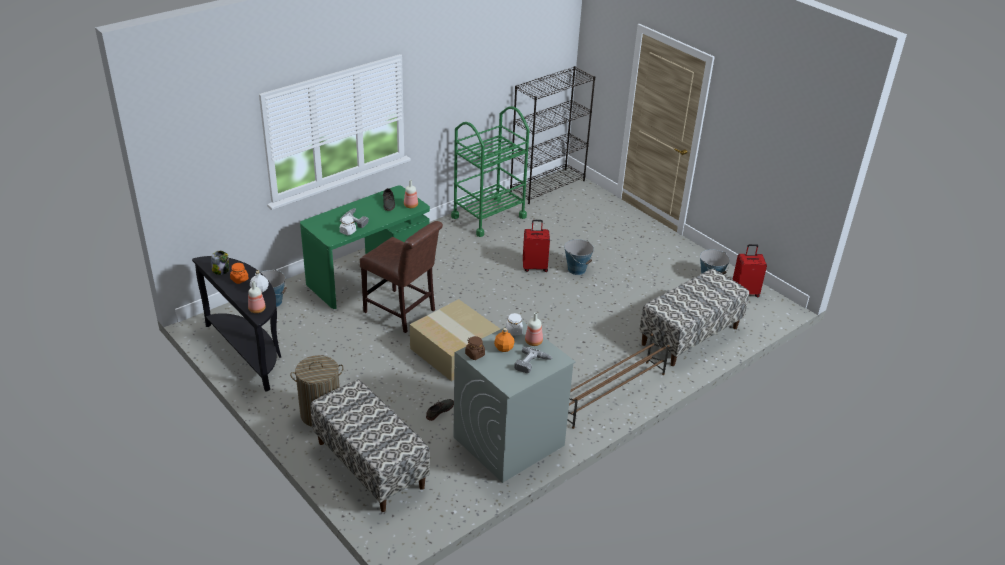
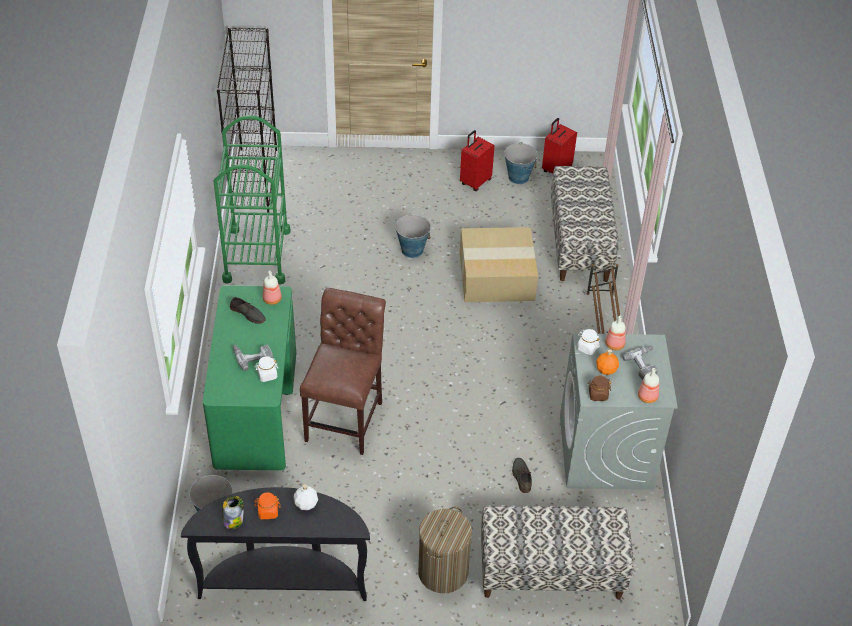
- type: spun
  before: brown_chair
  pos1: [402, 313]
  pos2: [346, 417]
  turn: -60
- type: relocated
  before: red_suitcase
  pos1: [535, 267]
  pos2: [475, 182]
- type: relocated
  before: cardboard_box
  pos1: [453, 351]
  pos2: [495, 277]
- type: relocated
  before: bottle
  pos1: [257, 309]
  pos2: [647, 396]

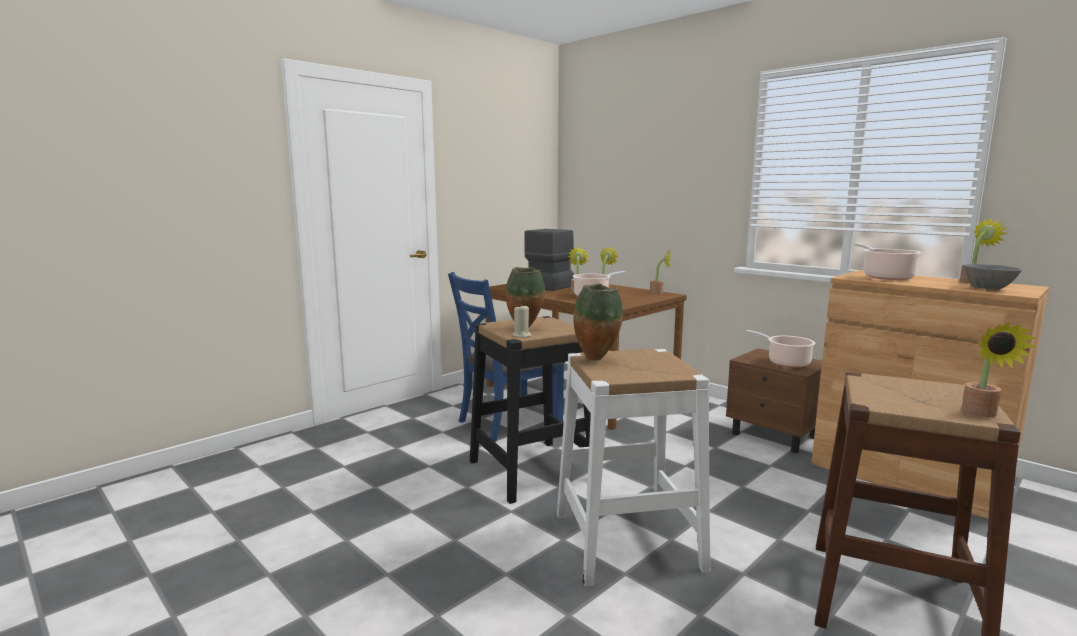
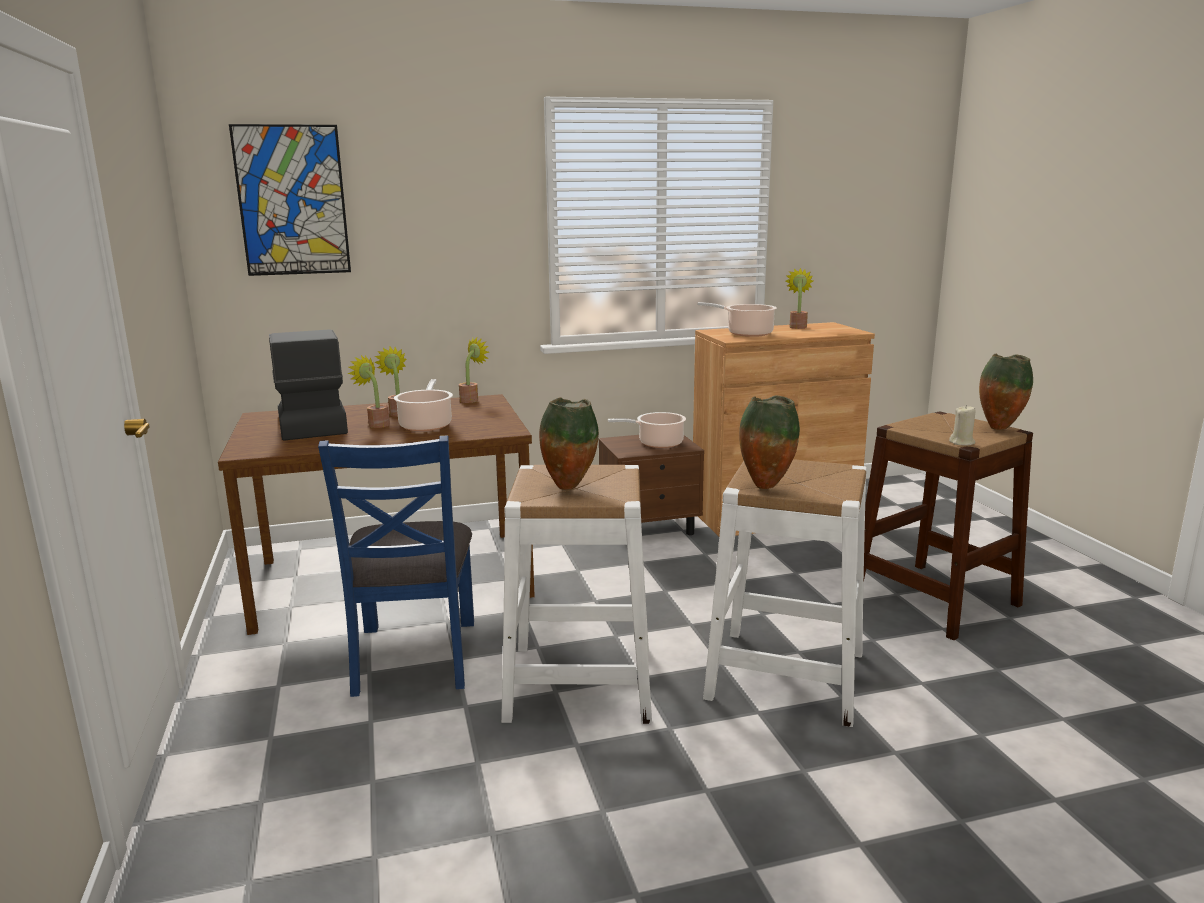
- type: appeared
  after: picture
  pos2: [292, 201]
- type: colour
  before: black_stool
  after: white_stool
  pos1: [532, 470]
  pos2: [580, 682]
- type: relocated
  before: beige_candle
  pos1: [522, 335]
  pos2: [962, 443]
- type: exchanged
  before: potted_plant
  after: vase
  pos1: [982, 414]
  pos2: [999, 428]
- type: missing
  before: grey_bowl
  pos1: [989, 288]

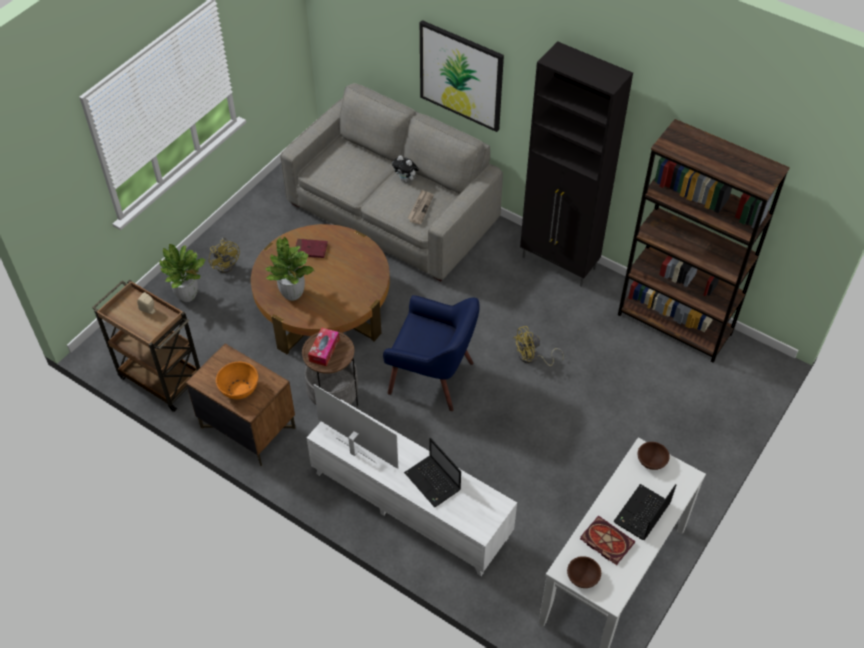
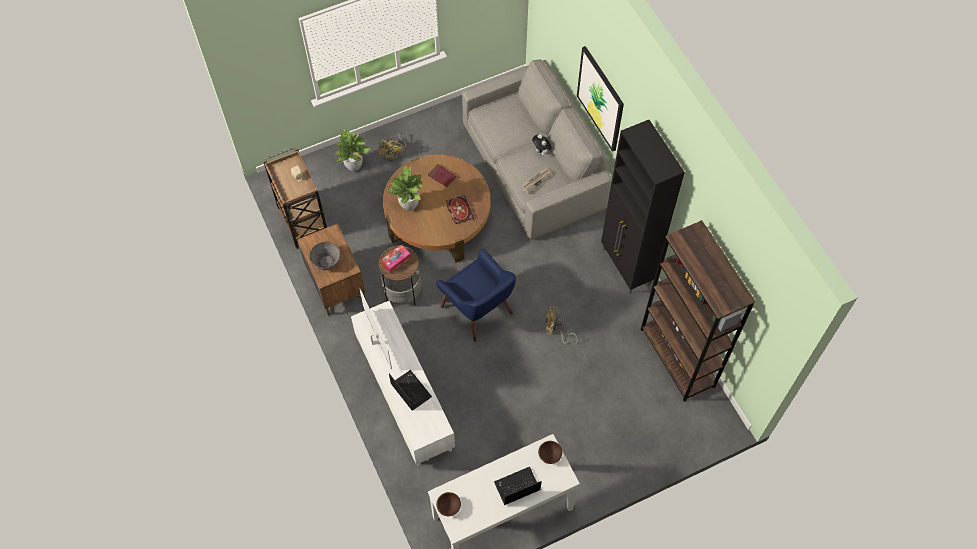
- type: colour
  before: orange_bowl
  after: grey_bowl
  pos1: [239, 389]
  pos2: [326, 261]
- type: spun
  before: laptop
  pos1: [433, 482]
  pos2: [410, 390]
  turn: 150
- type: relocated
  before: book
  pos1: [605, 541]
  pos2: [458, 210]

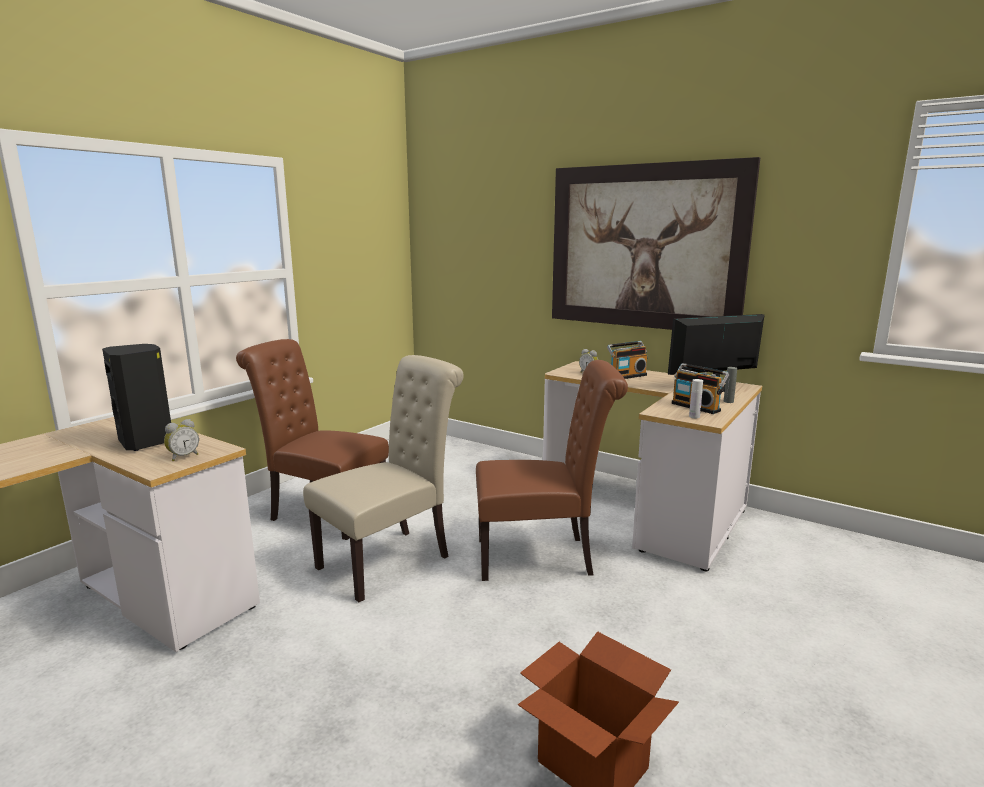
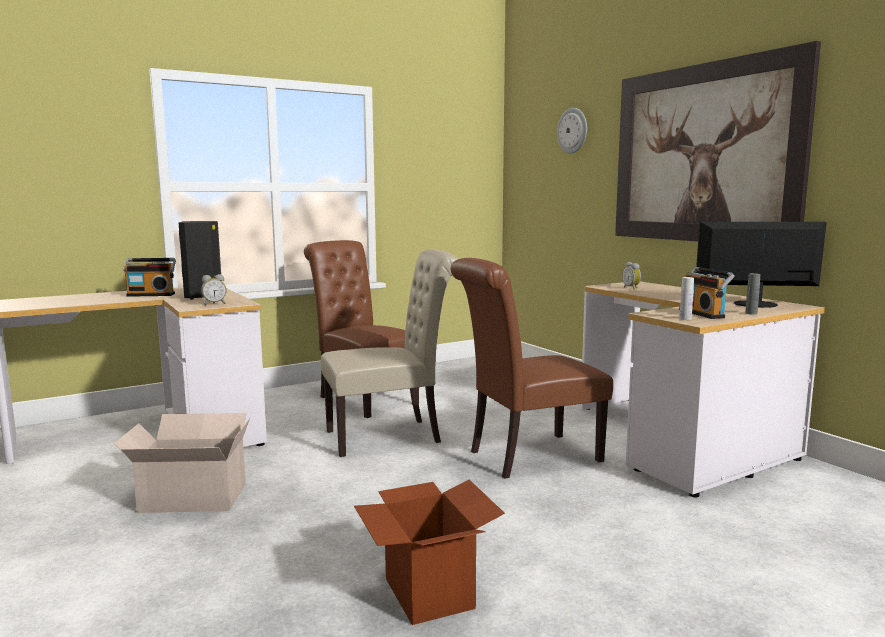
- type: appeared
  after: cardboard_box
  pos2: [190, 497]
- type: relocated
  before: radio
  pos1: [626, 376]
  pos2: [151, 295]
- type: spun
  before: brown_chair
  pos1: [542, 557]
  pos2: [527, 457]
  turn: 135
- type: appeared
  after: wall_clock
  pos2: [572, 130]

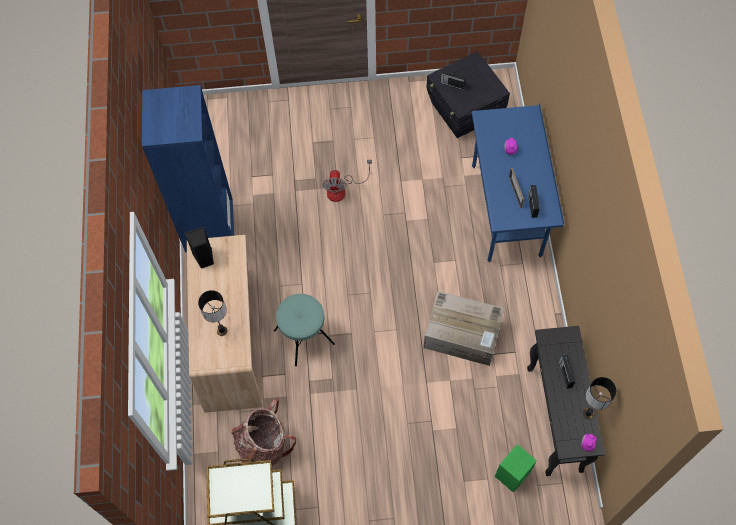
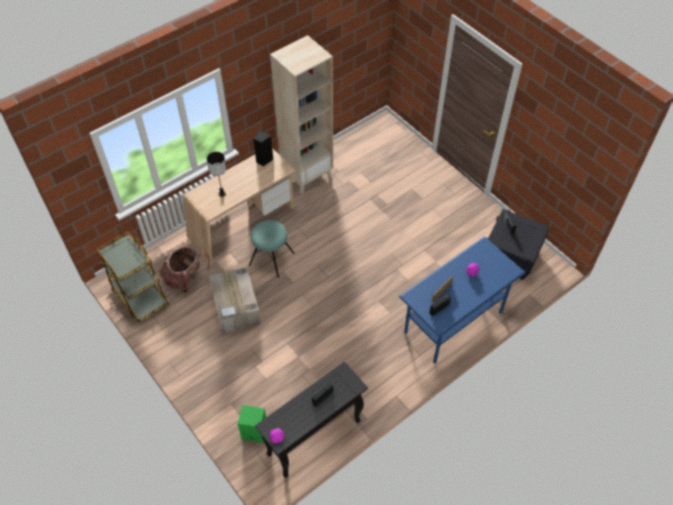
- type: relocated
  before: cardboard_box
  pos1: [463, 334]
  pos2: [236, 307]
- type: colour
  before: blue_bookcase
  after: beige_bookcase
  pos1: [211, 233]
  pos2: [307, 175]
- type: missing
  before: fan
  pos1: [342, 189]
- type: missing
  before: table_lamp
  pos1: [587, 414]

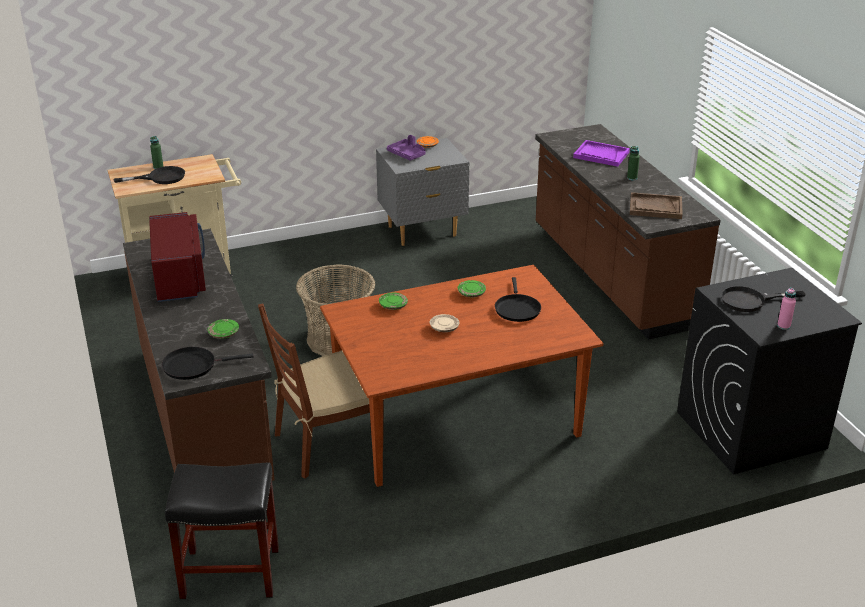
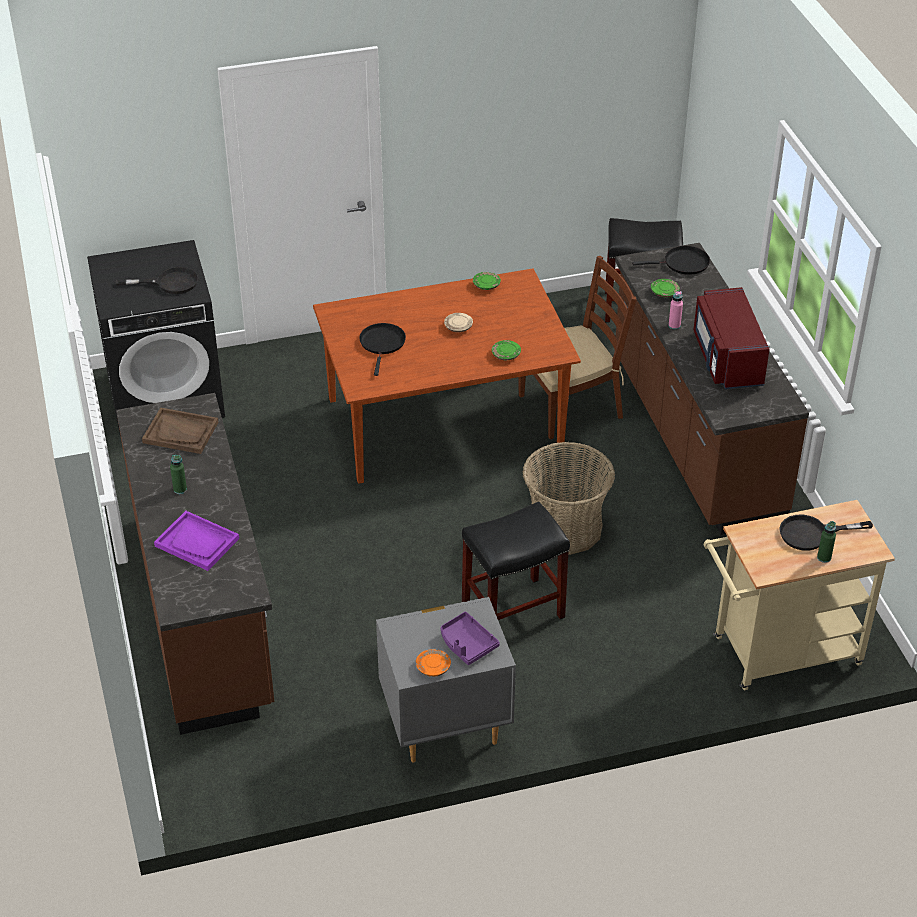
- type: appeared
  after: black_stool
  pos2: [512, 611]
- type: relocated
  before: green_plate
  pos1: [471, 293]
  pos2: [486, 285]
- type: relocated
  before: pink_bottle
  pos1: [783, 326]
  pos2: [674, 325]

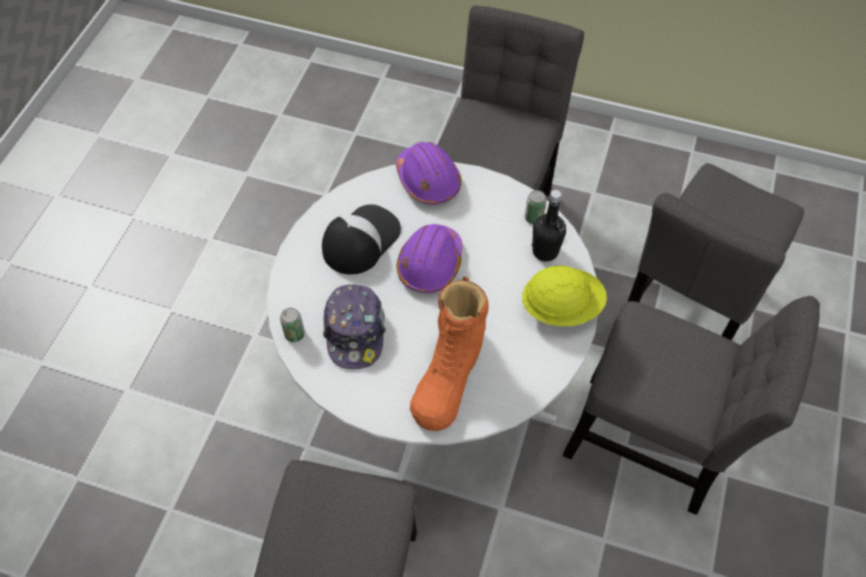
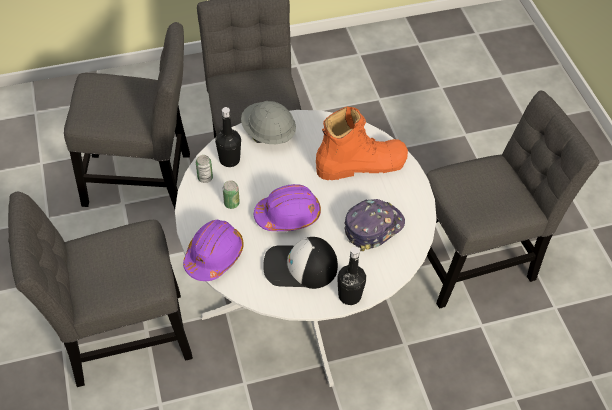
- type: relocated
  before: can
  pos1: [295, 334]
  pos2: [231, 203]
- type: colour
  before: yellow_hard_hat
  after: grey_hard_hat
  pos1: [561, 307]
  pos2: [268, 134]
- type: appeared
  after: black_bottle
  pos2: [349, 295]

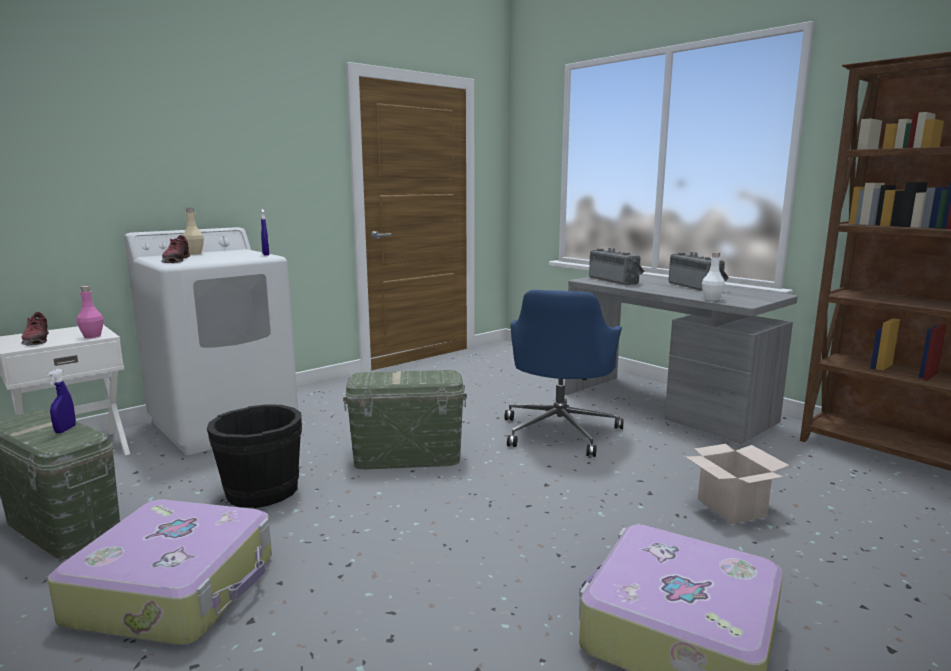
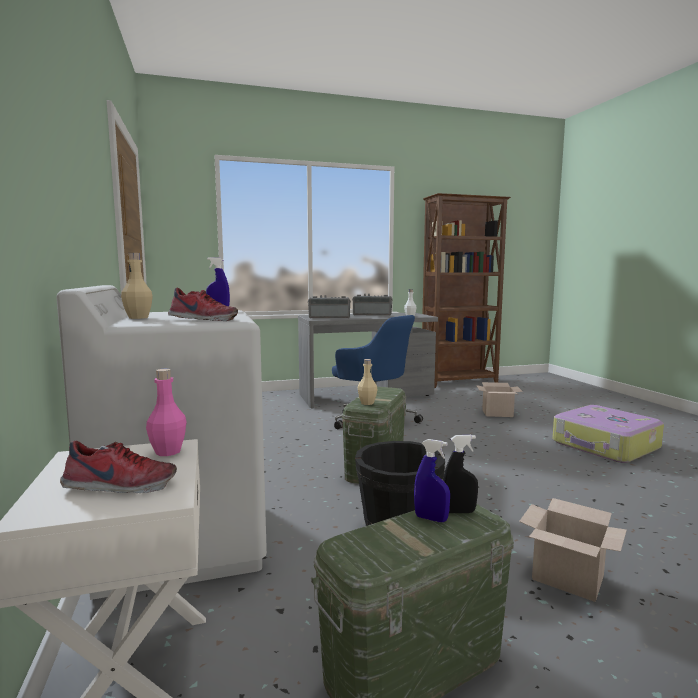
- type: appeared
  after: beige_bottle
  pos2: [367, 403]
- type: appeared
  after: black_spray_bottle
  pos2: [459, 512]
- type: exchanged
  before: suitcase
  after: cardboard_box
  pos1: [176, 589]
  pos2: [565, 577]

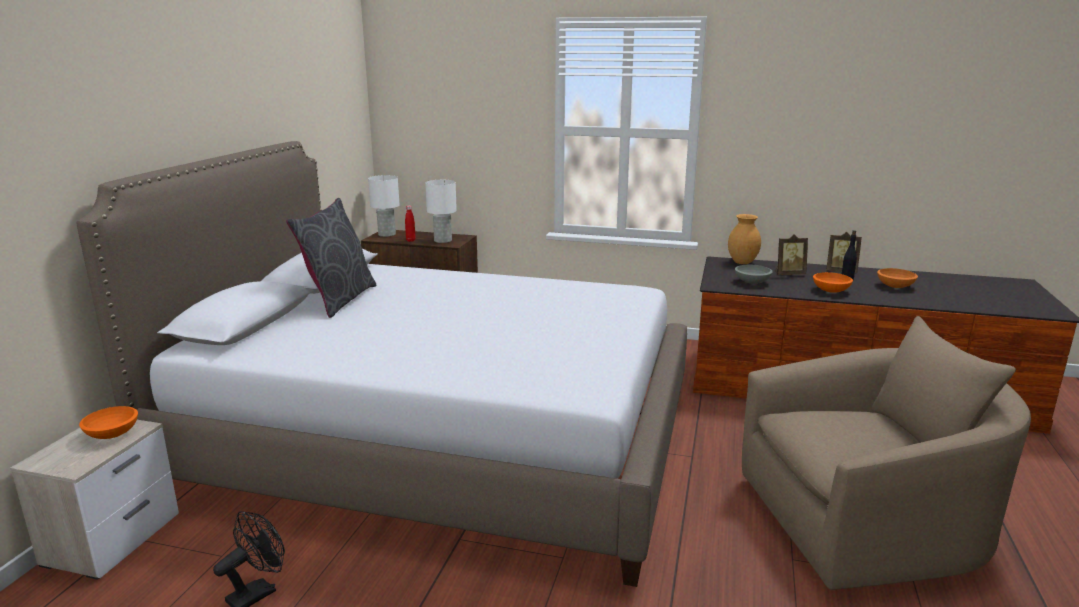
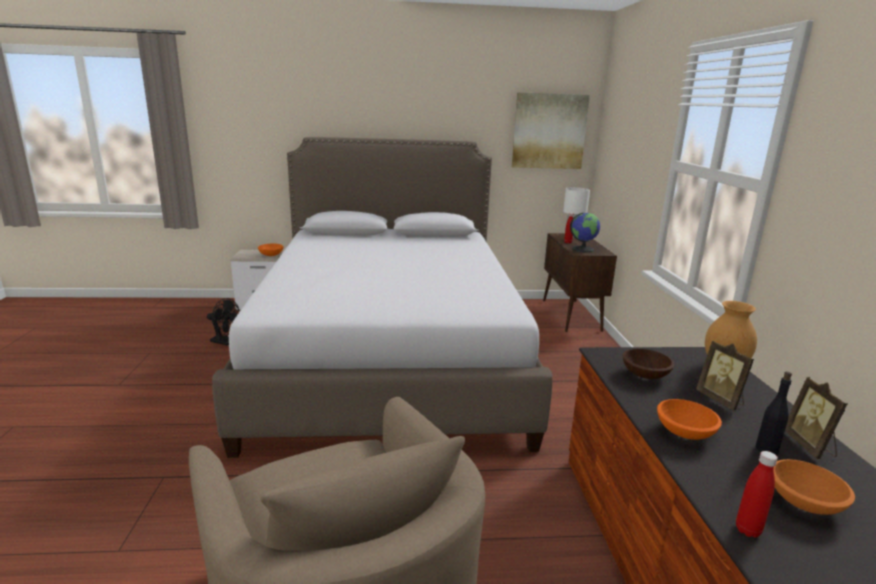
- type: appeared
  after: picture
  pos2: [549, 131]
- type: exchanged
  before: white_table_lamp
  after: globe
  pos1: [442, 240]
  pos2: [583, 249]
- type: colour
  before: grey_bowl
  after: brown_bowl
  pos1: [752, 282]
  pos2: [645, 374]
- type: appeared
  after: red_bottle
  pos2: [747, 530]
- type: missing
  before: grey_pillow
  pos1: [339, 300]

